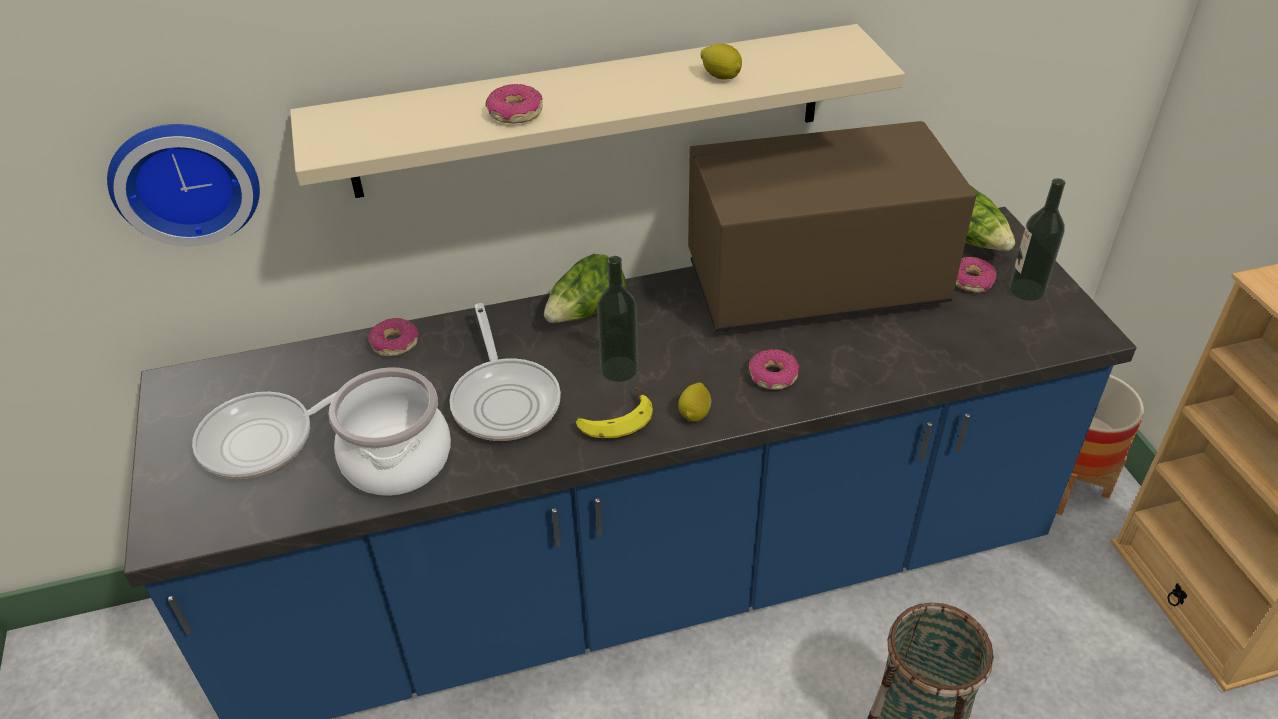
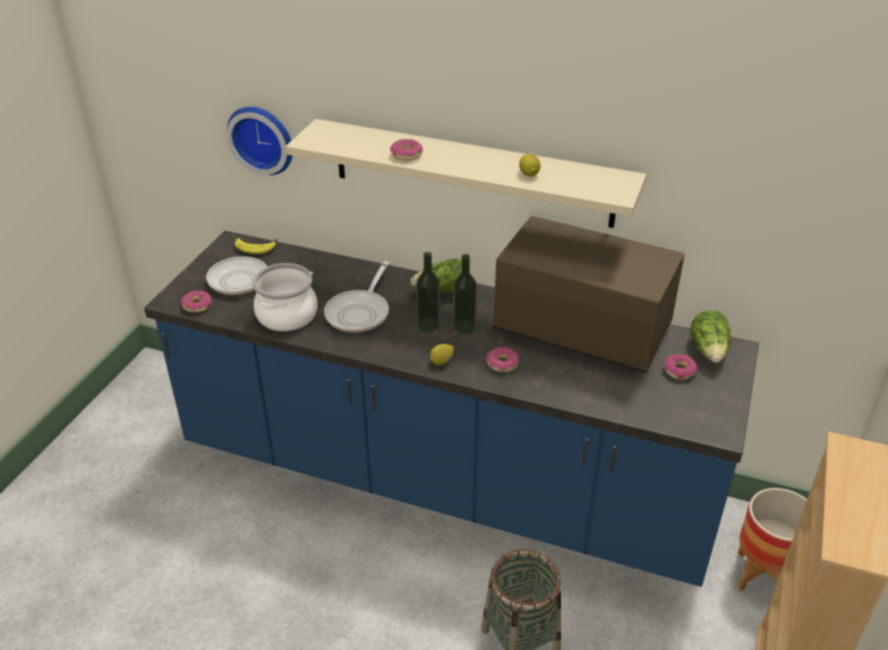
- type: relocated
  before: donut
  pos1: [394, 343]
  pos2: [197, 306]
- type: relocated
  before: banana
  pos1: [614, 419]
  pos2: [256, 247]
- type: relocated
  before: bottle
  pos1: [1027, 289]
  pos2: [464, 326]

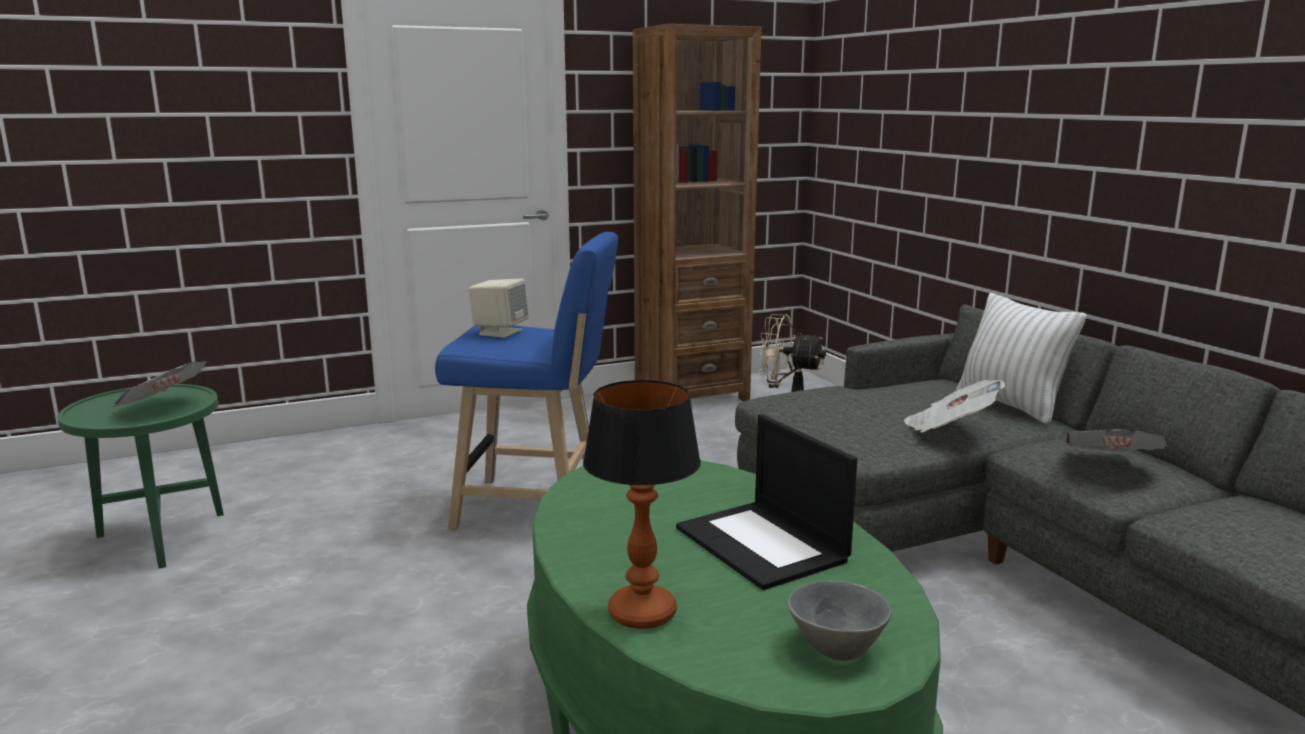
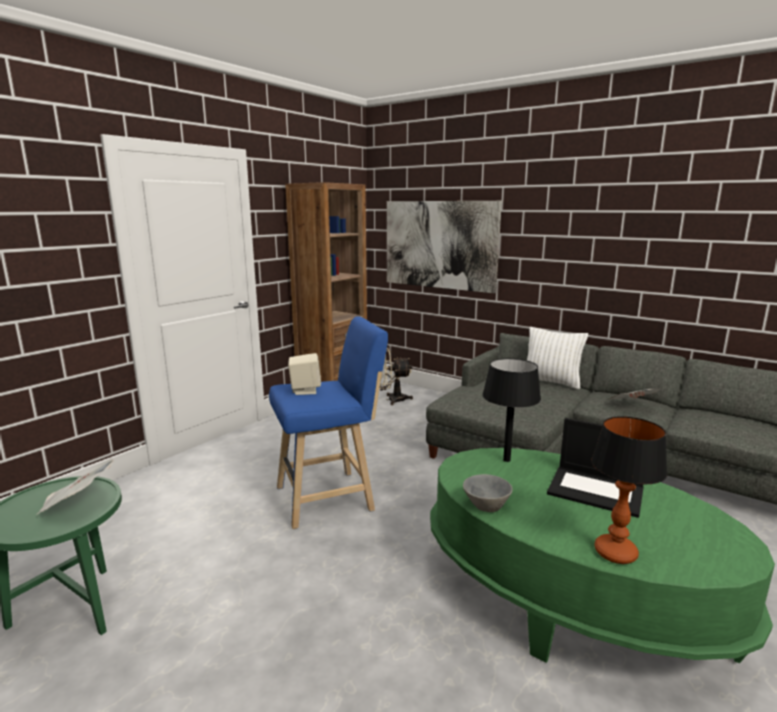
- type: appeared
  after: picture
  pos2: [440, 245]
- type: relocated
  before: grey_bowl
  pos1: [839, 645]
  pos2: [486, 505]
- type: appeared
  after: black_table_lamp
  pos2: [507, 460]
- type: missing
  before: newspaper
  pos1: [950, 429]

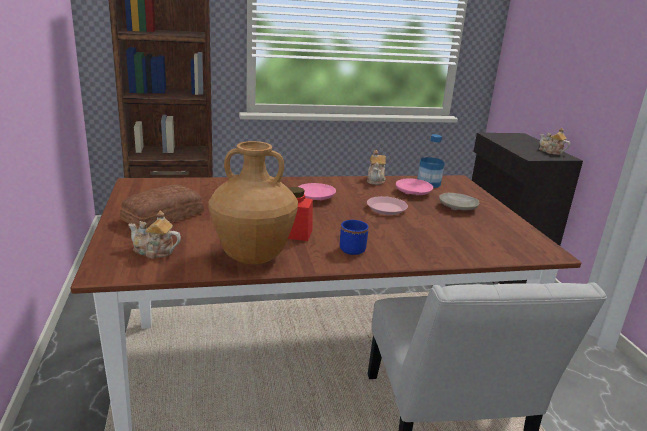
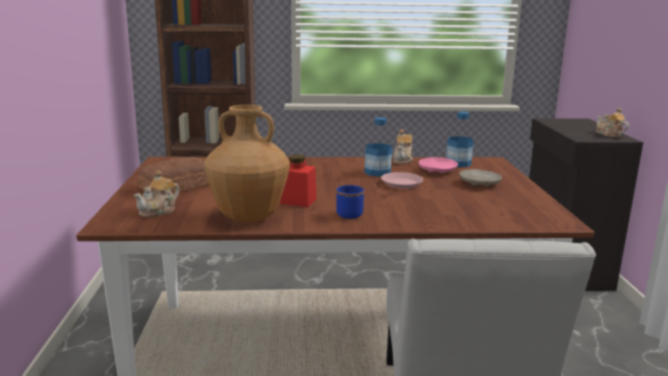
- type: spun
  before: teapot
  pos1: [154, 251]
  pos2: [159, 211]
  turn: -75
- type: appeared
  after: bottle
  pos2: [377, 172]
- type: missing
  before: pink_plate
  pos1: [315, 197]

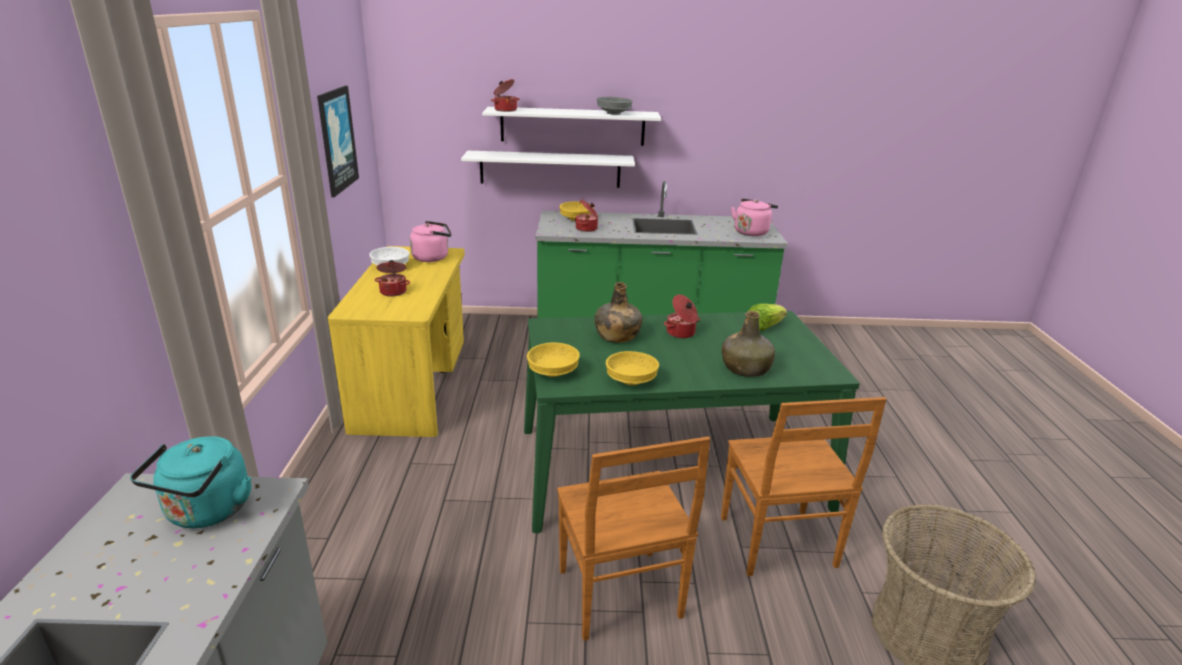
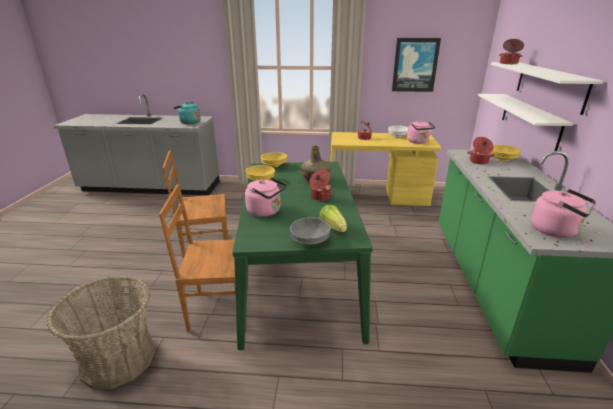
- type: exchanged
  before: green_bottle
  after: pink_kettle
  pos1: [746, 368]
  pos2: [266, 211]
- type: relocated
  before: grey_bowl
  pos1: [613, 113]
  pos2: [309, 240]

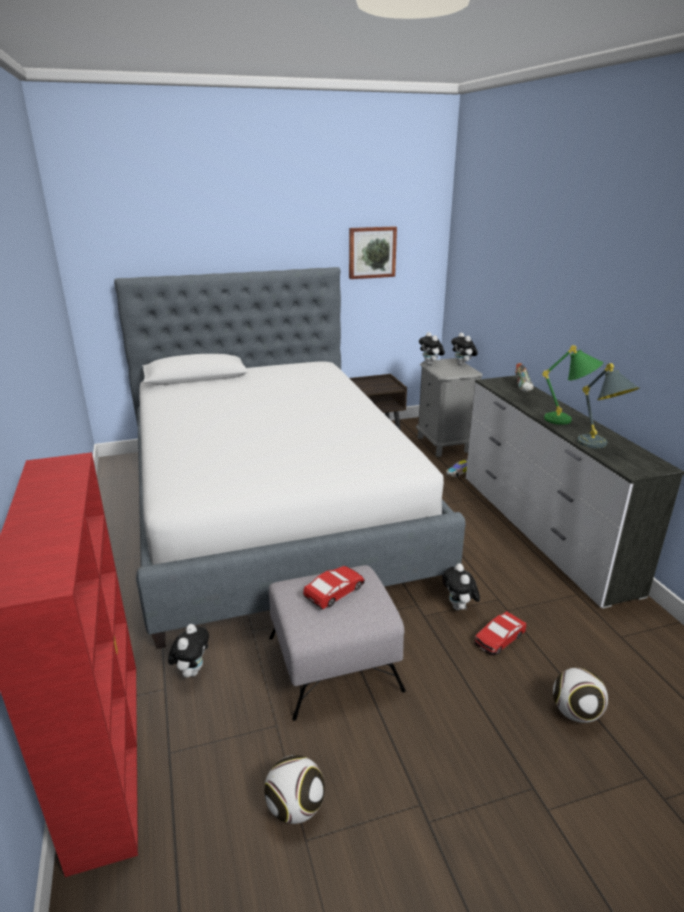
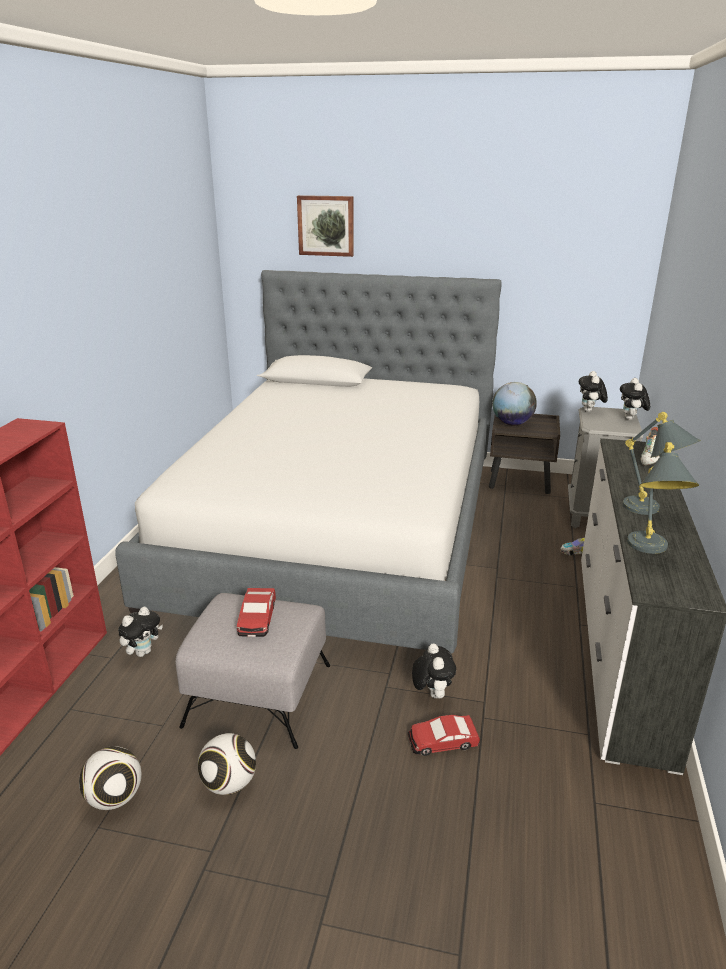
- type: relocated
  before: football
  pos1: [575, 712]
  pos2: [229, 783]
- type: spun
  before: toy_car
  pos1: [335, 592]
  pos2: [257, 618]
  turn: 105
- type: relocated
  before: picture
  pos1: [372, 252]
  pos2: [326, 225]
- type: spun
  before: plush_toy
  pos1: [459, 607]
  pos2: [432, 693]
  turn: 150
- type: appeared
  after: globe
  pos2: [512, 423]
- type: colour
  before: green_table_lamp
  after: grey_table_lamp
  pos1: [568, 421]
  pos2: [652, 511]

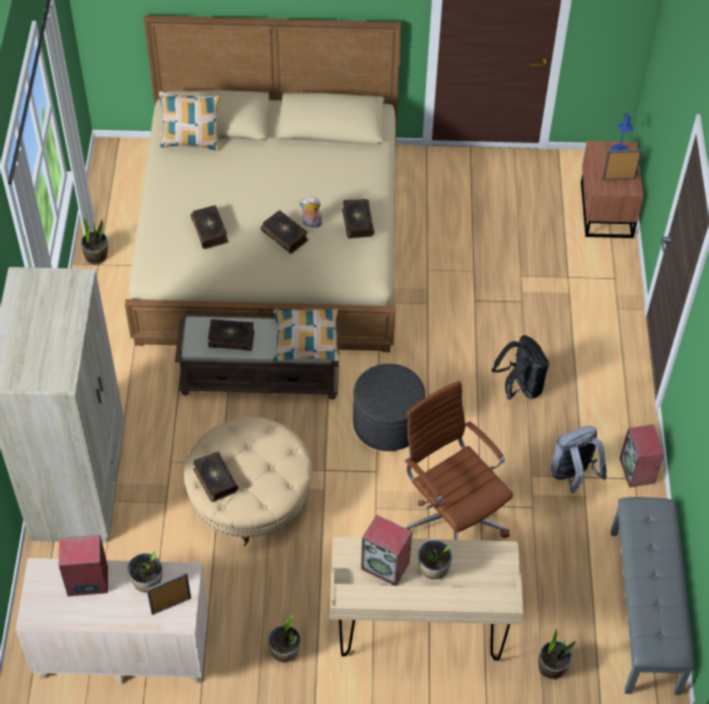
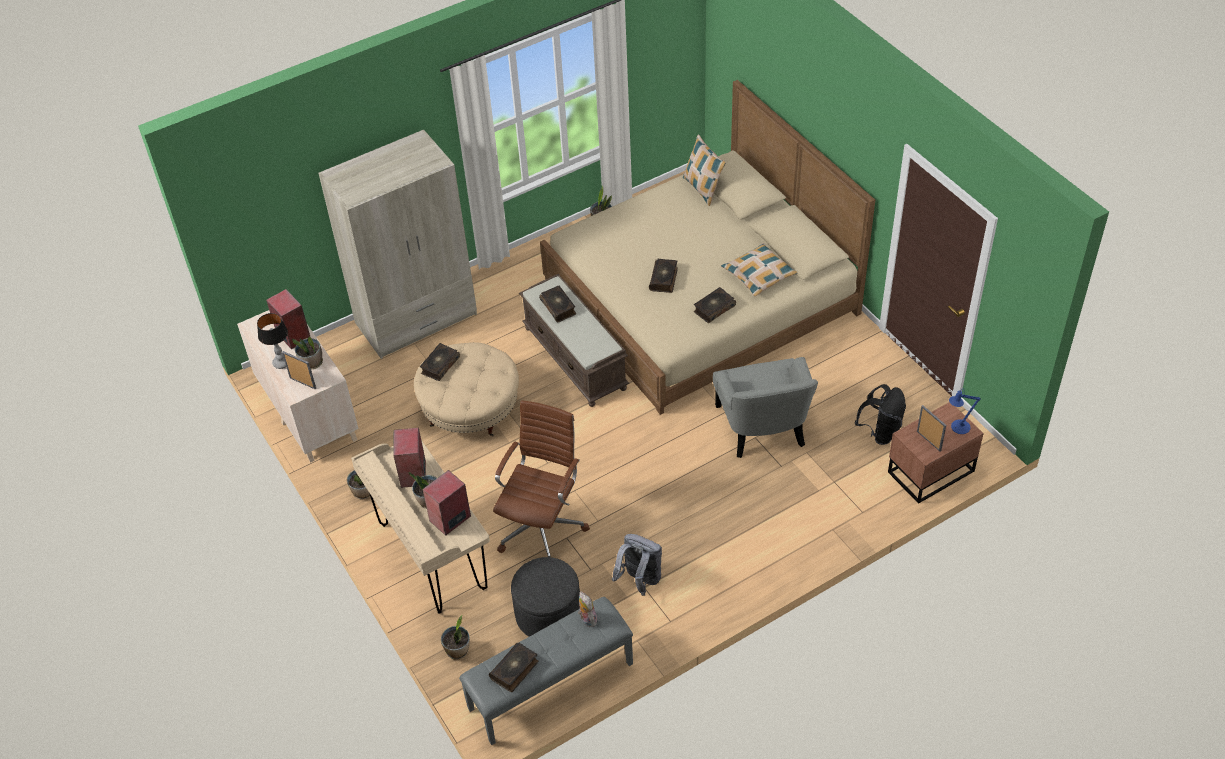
- type: appeared
  after: table_lamp
  pos2: [281, 363]
- type: relocated
  before: speaker
  pos1: [637, 471]
  pos2: [450, 519]
- type: relocated
  before: book
  pos1: [210, 231]
  pos2: [515, 670]
- type: relocated
  before: grey_ottoman
  pos1: [387, 423]
  pos2: [548, 614]
- type: relocated
  before: plush_toy
  pos1: [311, 224]
  pos2: [587, 619]
- type: appeared
  after: grey_armchair
  pos2: [762, 426]
- type: relocated
  before: pillow
  pos1: [306, 340]
  pos2: [758, 275]
- type: relocated
  before: black_backpack
  pos1: [520, 387]
  pos2: [880, 432]

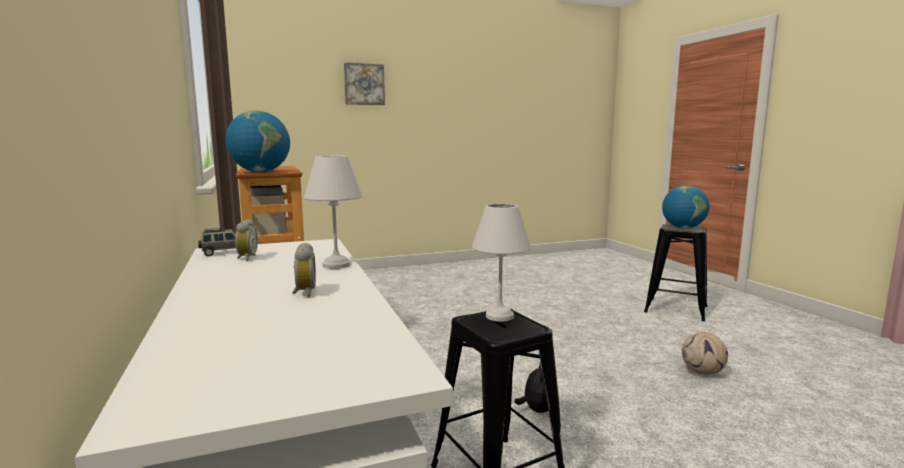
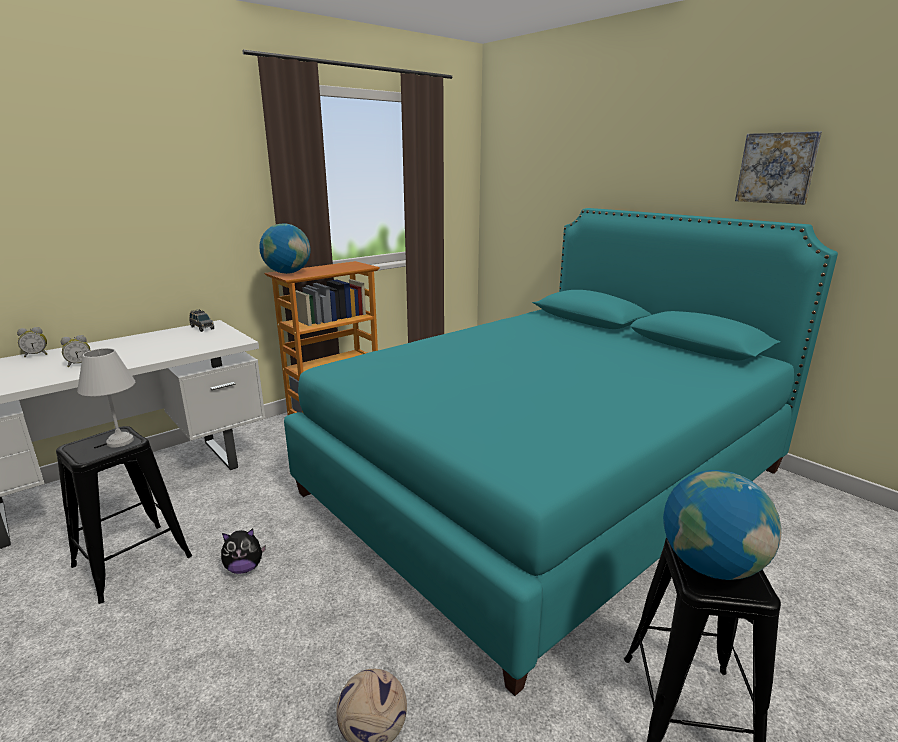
- type: relocated
  before: alarm_clock
  pos1: [246, 258]
  pos2: [36, 355]
- type: appeared
  after: turquoise_bed
  pos2: [546, 481]
- type: relocated
  before: picture
  pos1: [364, 84]
  pos2: [777, 168]
- type: missing
  before: white_table_lamp
  pos1: [335, 265]

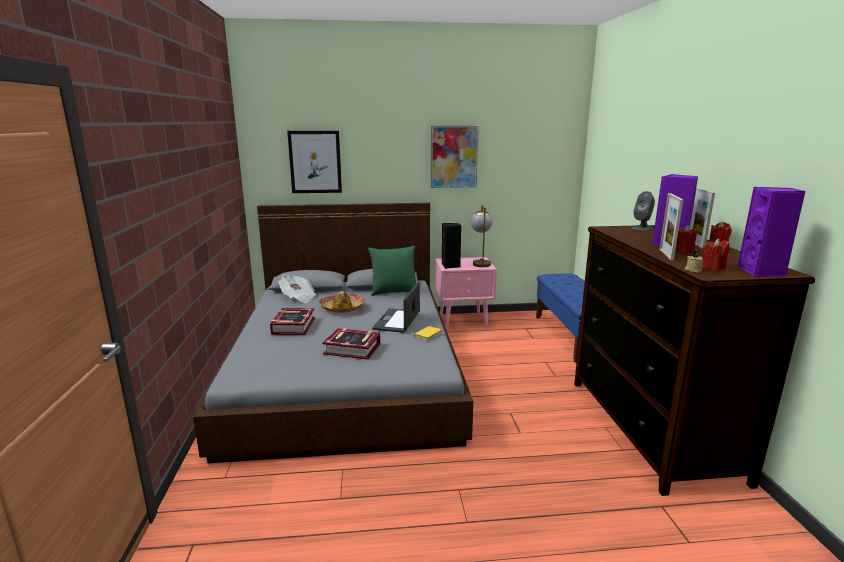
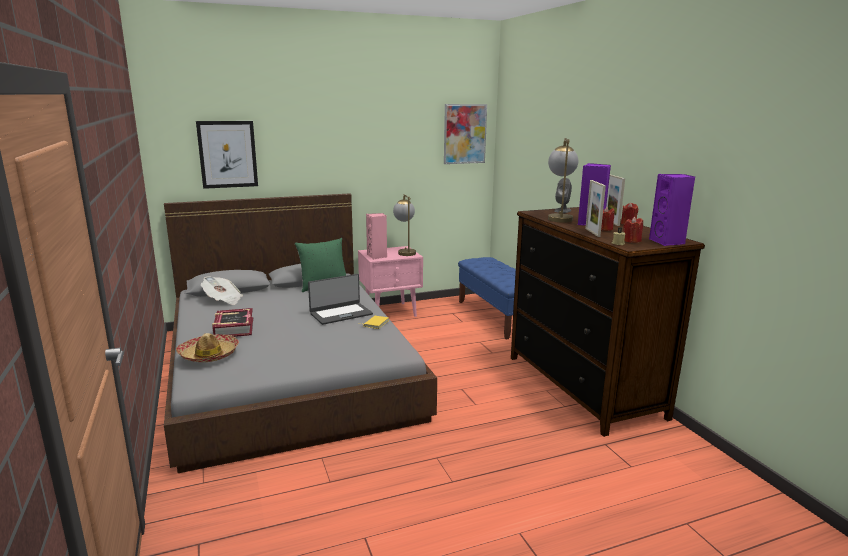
- type: relocated
  before: hat
  pos1: [342, 308]
  pos2: [209, 355]
- type: spun
  before: laptop
  pos1: [397, 321]
  pos2: [341, 314]
  turn: -120
- type: colour
  before: black_speaker
  after: pink_speaker
  pos1: [451, 266]
  pos2: [377, 256]
- type: relocated
  before: picture
  pos1: [454, 157]
  pos2: [464, 134]
- type: appeared
  after: table_lamp
  pos2: [559, 218]
- type: missing
  before: book
  pos1: [352, 349]

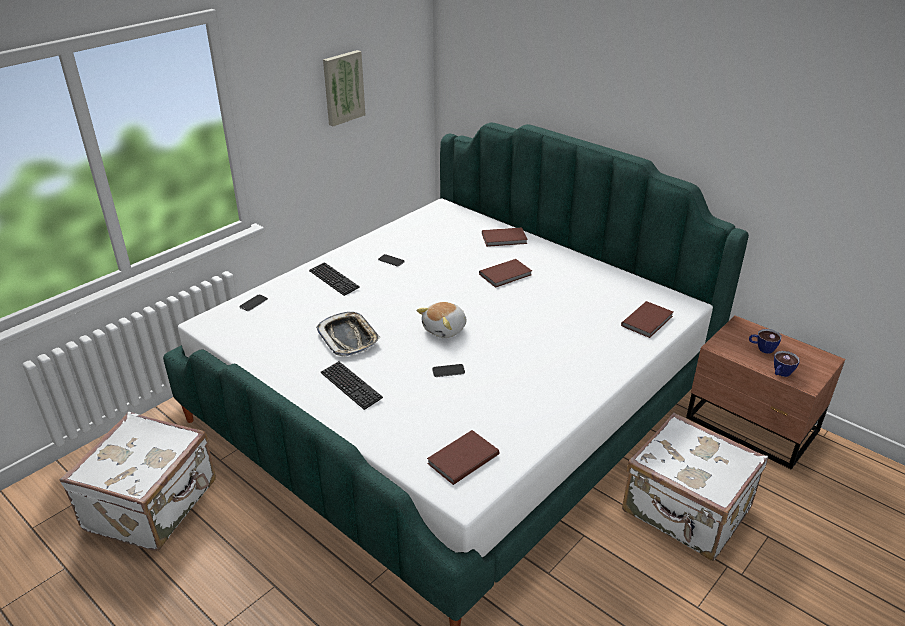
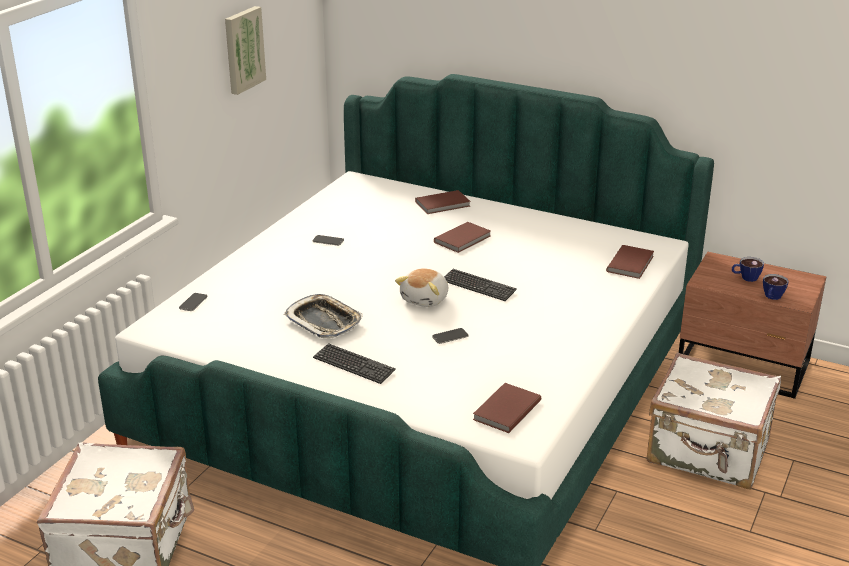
- type: relocated
  before: keyboard
  pos1: [334, 280]
  pos2: [478, 286]

